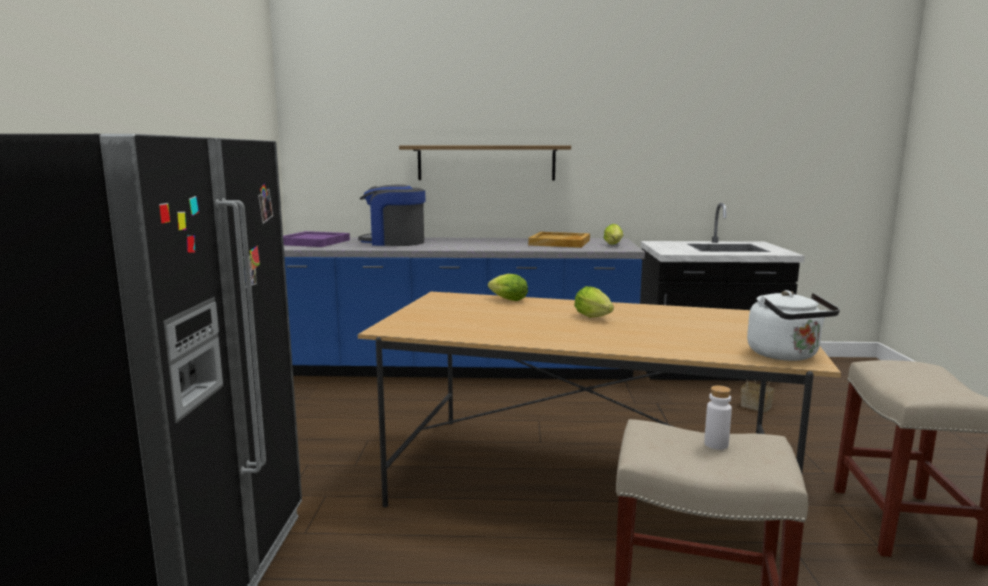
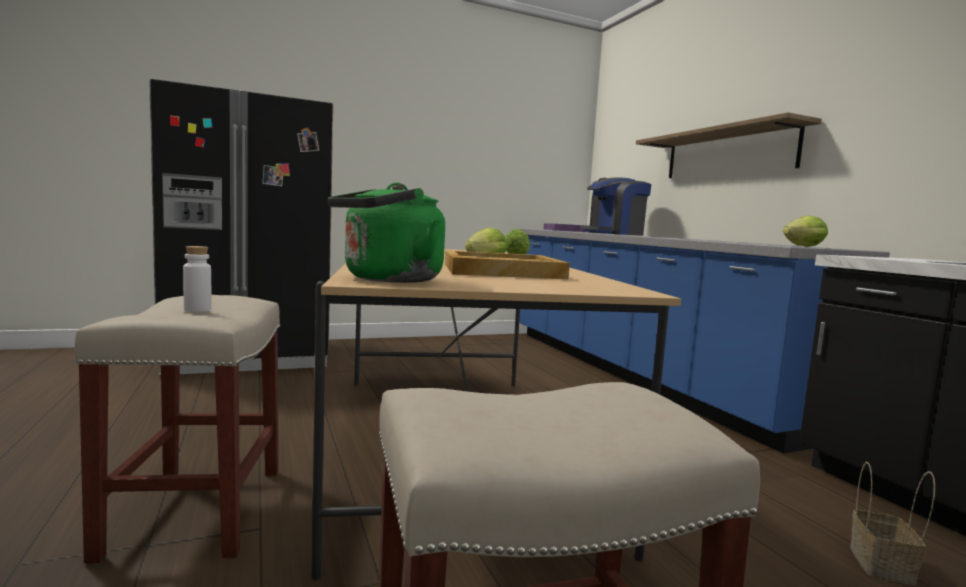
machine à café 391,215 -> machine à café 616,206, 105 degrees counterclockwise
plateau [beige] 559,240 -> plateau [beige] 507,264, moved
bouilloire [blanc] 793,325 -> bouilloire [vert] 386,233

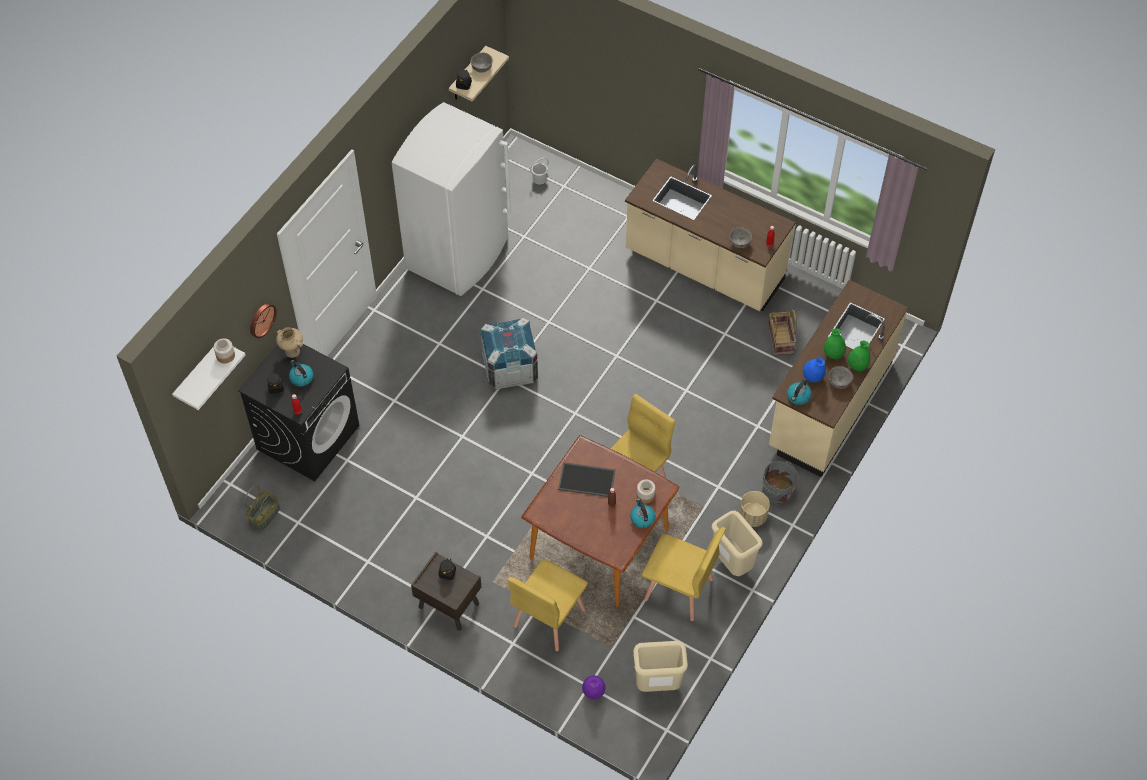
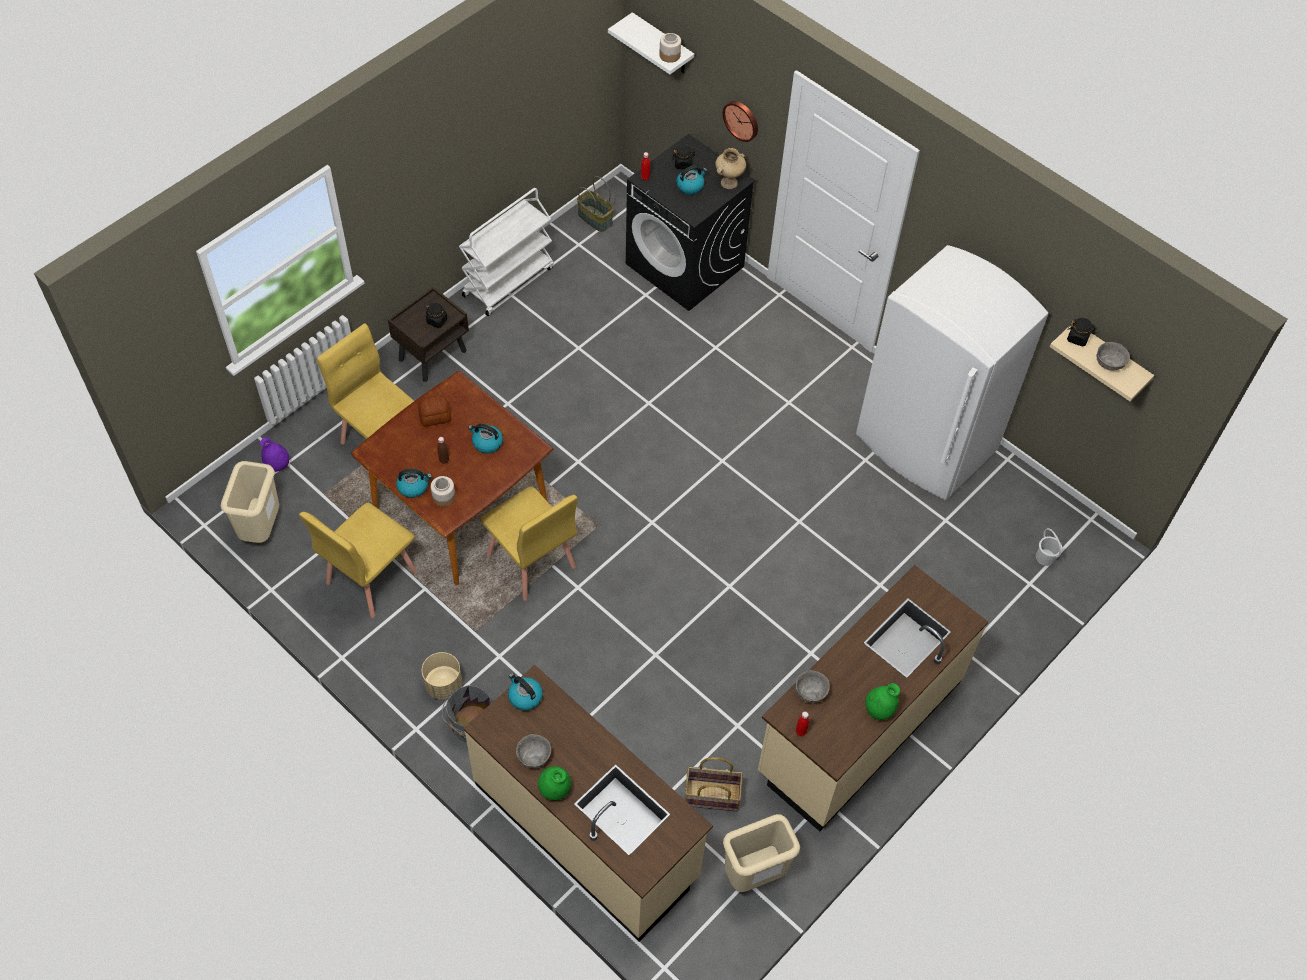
caisse 509,354 -> none
plateau 587,479 -> bouilloire 485,439
poubelle [beige] 737,543 -> poubelle [beige] 761,853, moved
vase [bleu] 814,370 -> none
vase [vert] 835,343 -> vase [vert] 883,701, moved
none -> pain 434,410
none -> chariot [blanc] 506,252

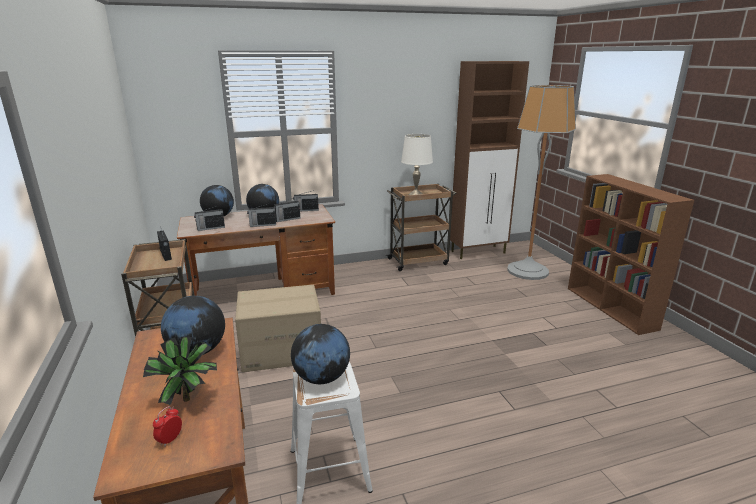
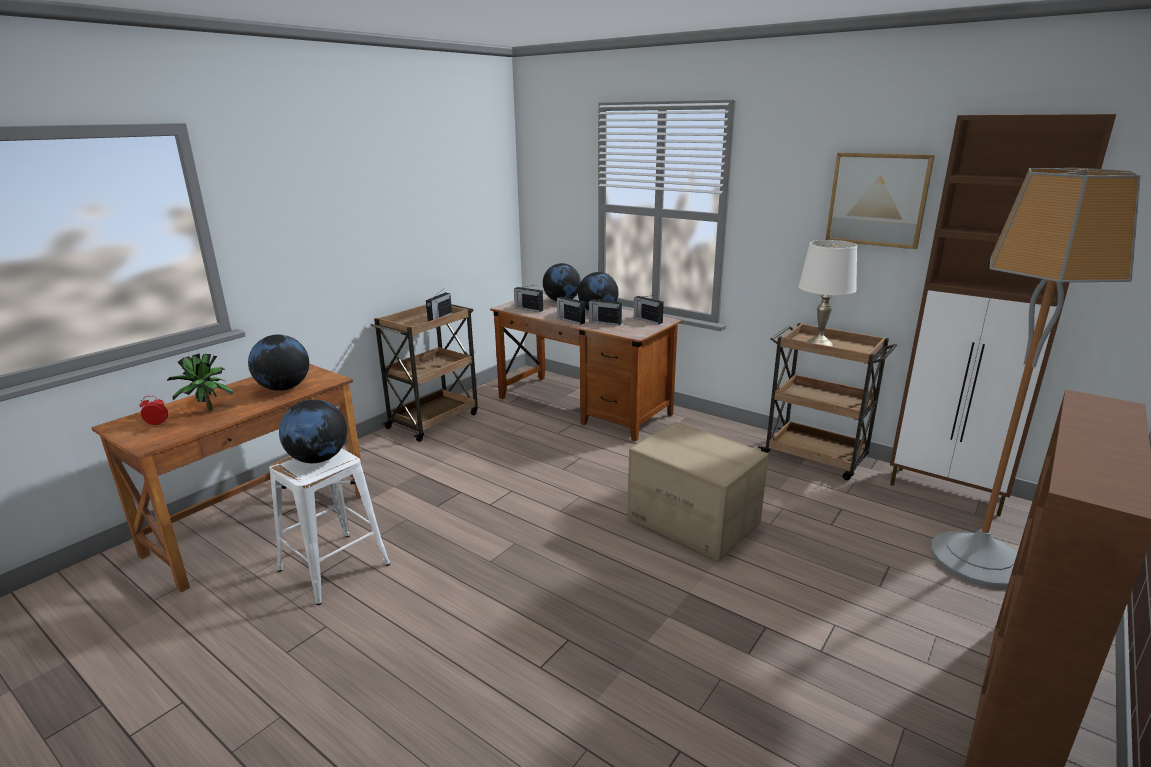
carton 278,328 -> carton 698,491, moved
none -> tableau 880,201

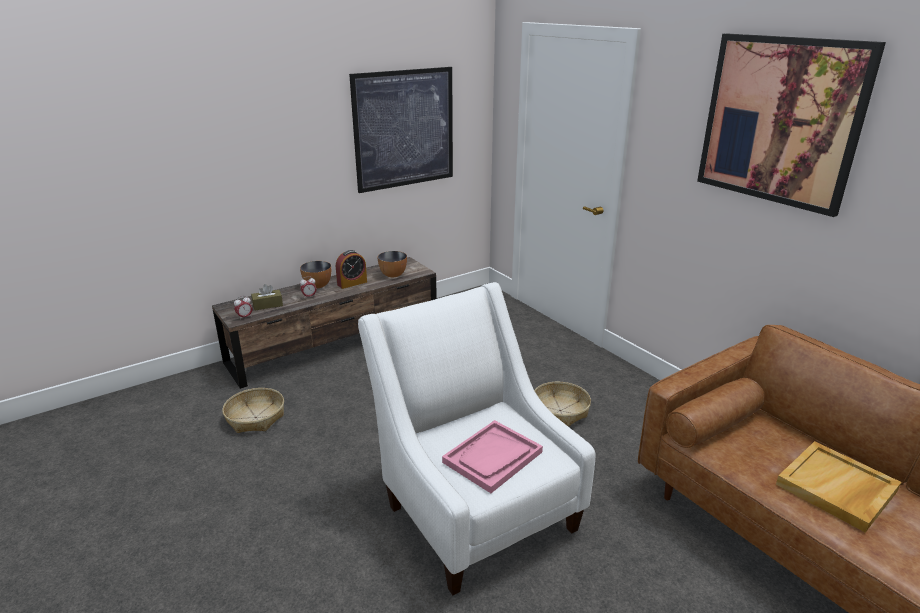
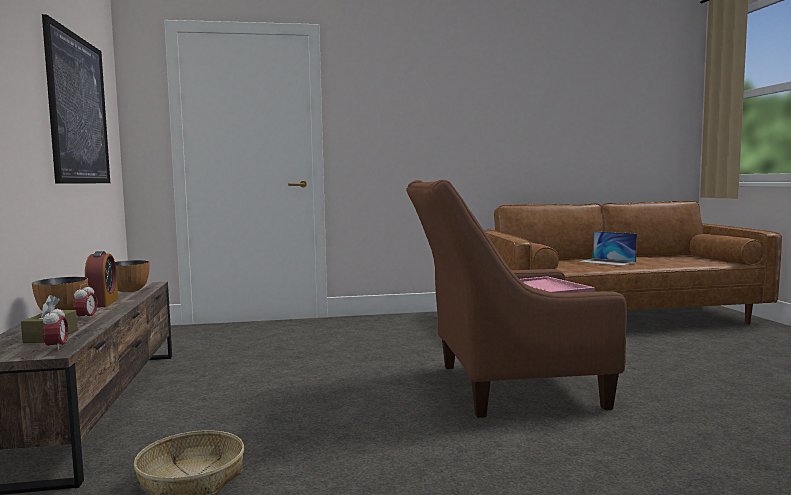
fauteuil [blanc] 476,438 -> fauteuil [marron] 516,299
panier 562,404 -> none
tableau 791,125 -> none
plateau [beige] 838,487 -> ordinateur portable 608,248

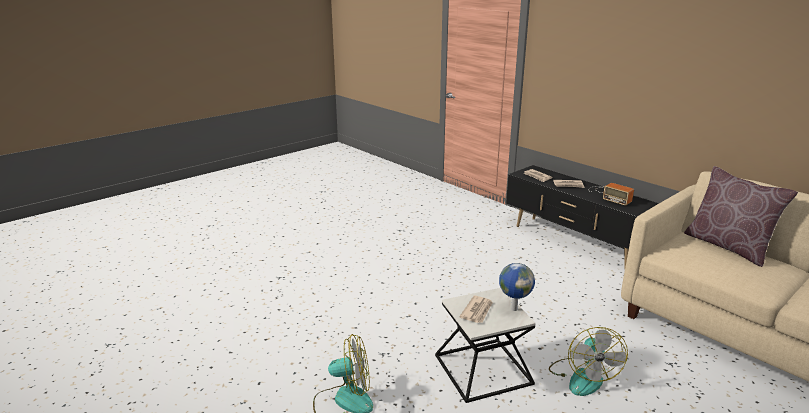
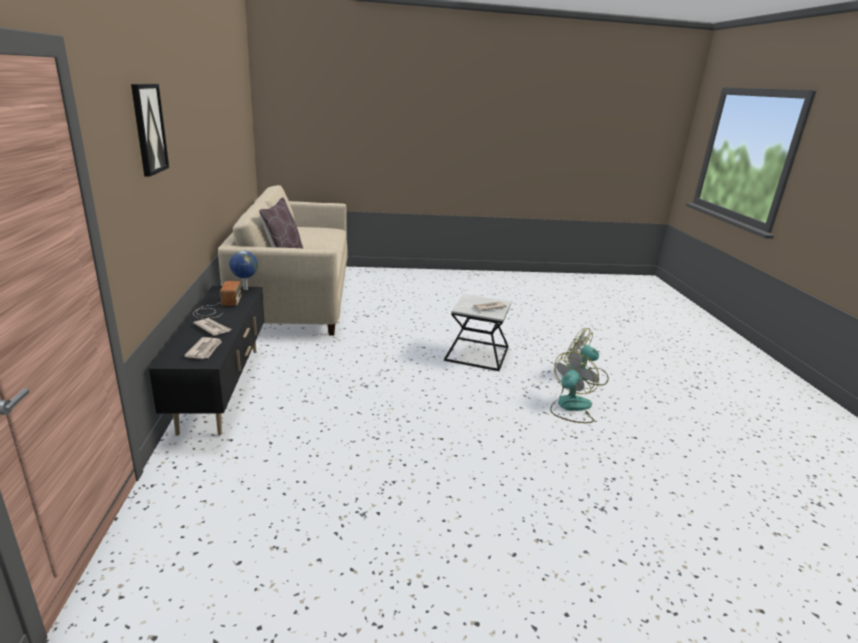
globe 517,287 -> globe 243,270, moved
ventilateur 588,361 -> ventilateur 574,387, moved
none -> tableau 150,130

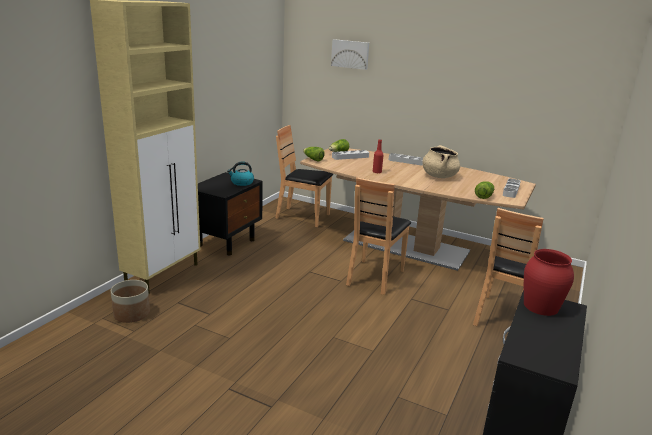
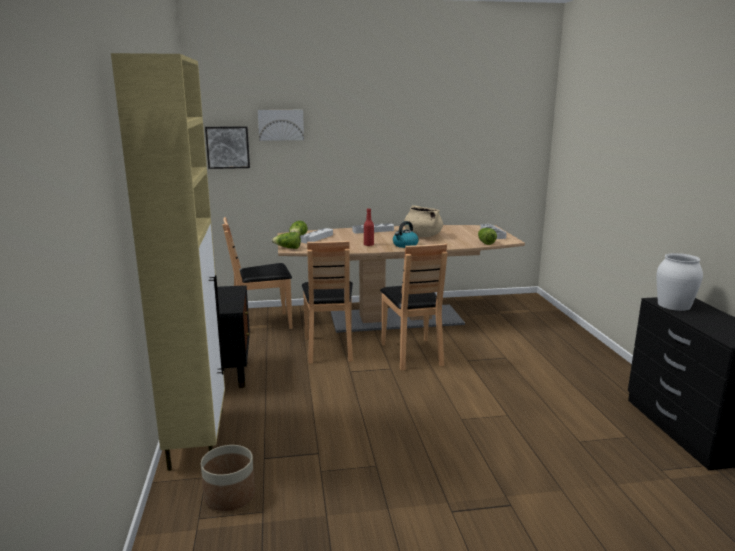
bouilloire 240,174 -> bouilloire 406,234, moved
chaise [marron] 508,267 -> chaise [marron] 327,302, moved
vase [rouge] 549,282 -> vase [blanc] 680,282
none -> tableau 227,147

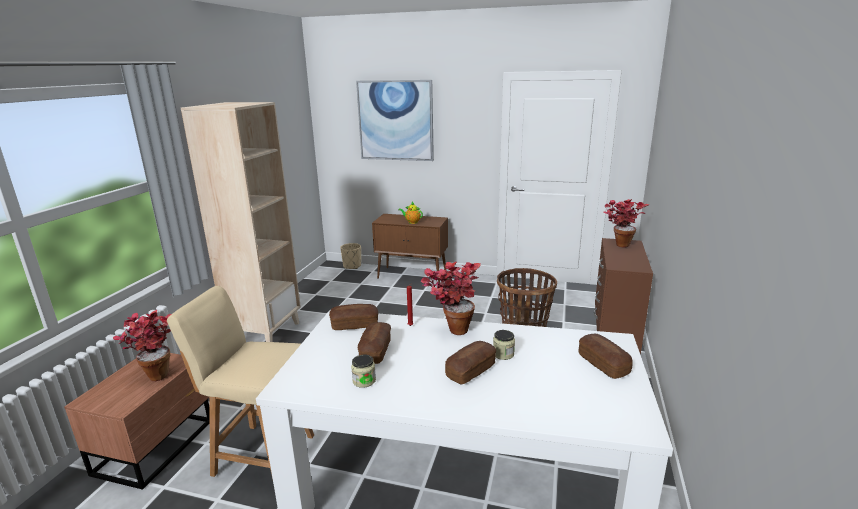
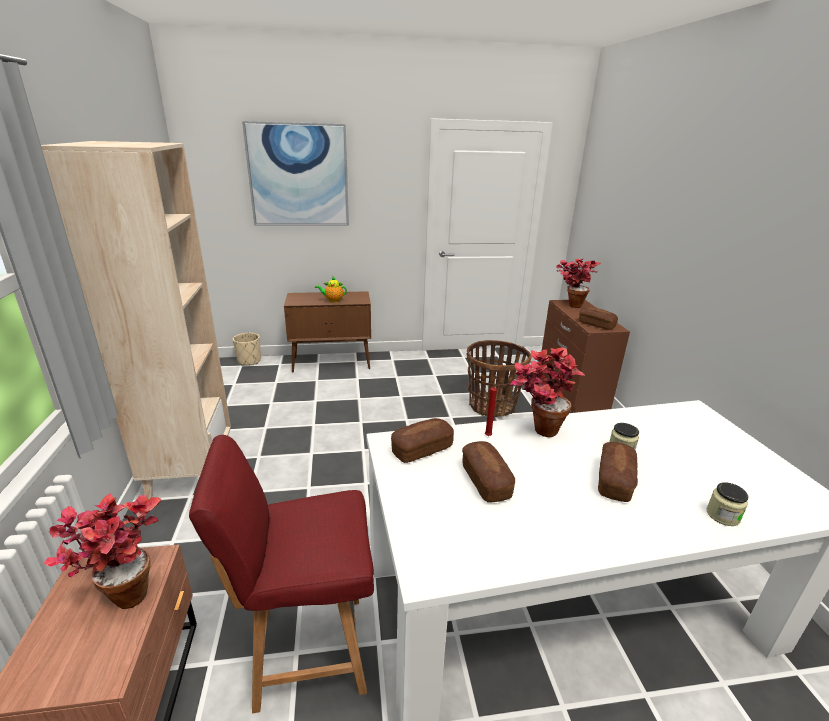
chaise [beige] 240,382 -> chaise [rouge] 281,574
bocal 363,371 -> bocal 727,504, moved
pain 605,356 -> pain 598,318, moved

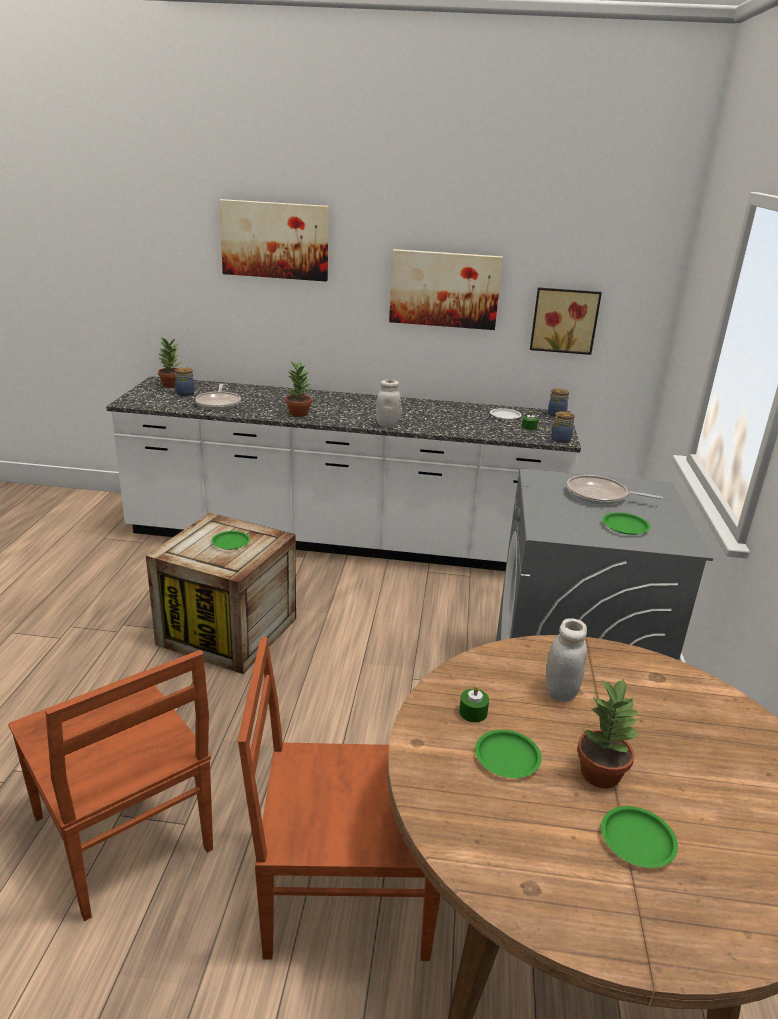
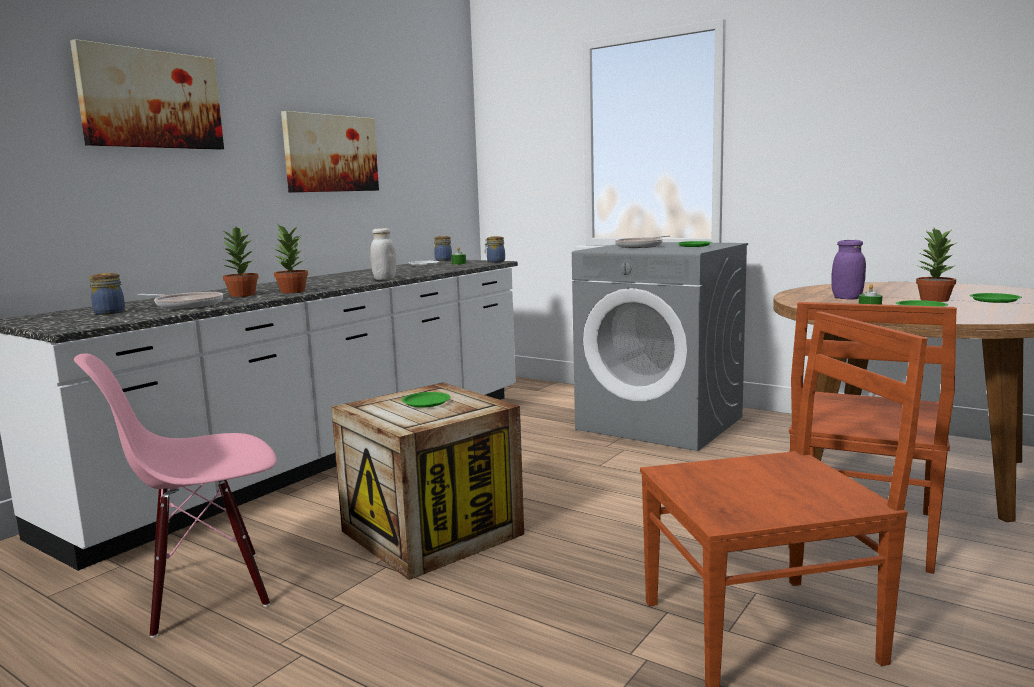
plante en pot 169,362 -> plante en pot 241,262, moved
tableau 566,321 -> none
bocal [blanc] 566,660 -> bocal [violet] 848,269
none -> chaise [rose] 175,496

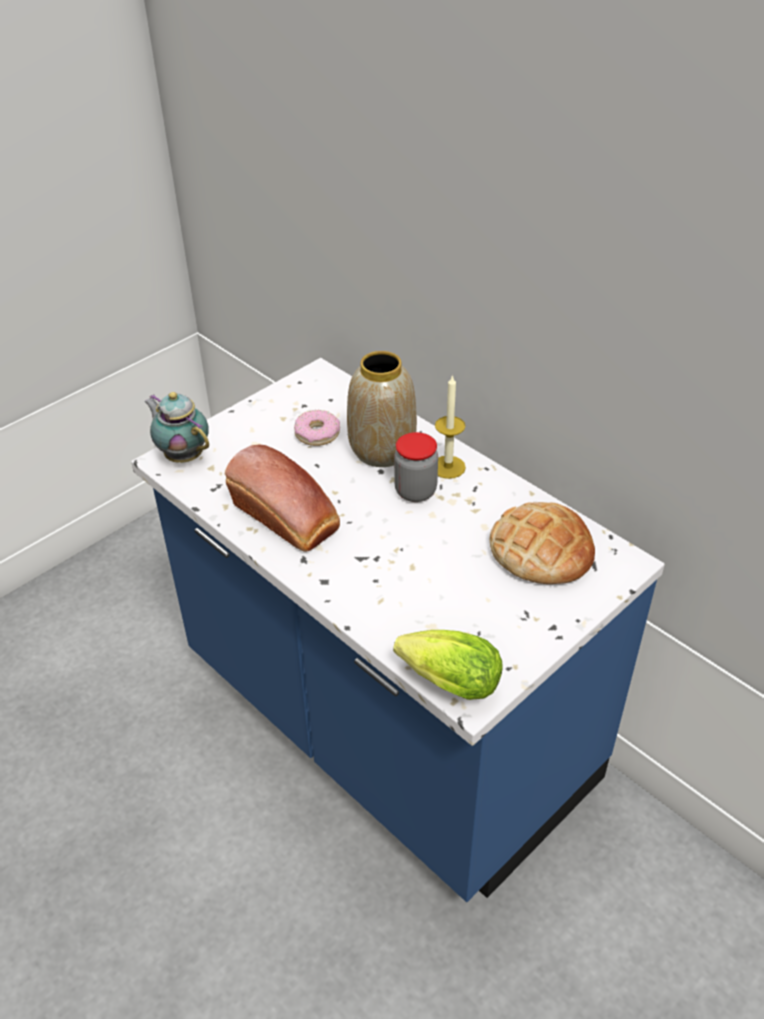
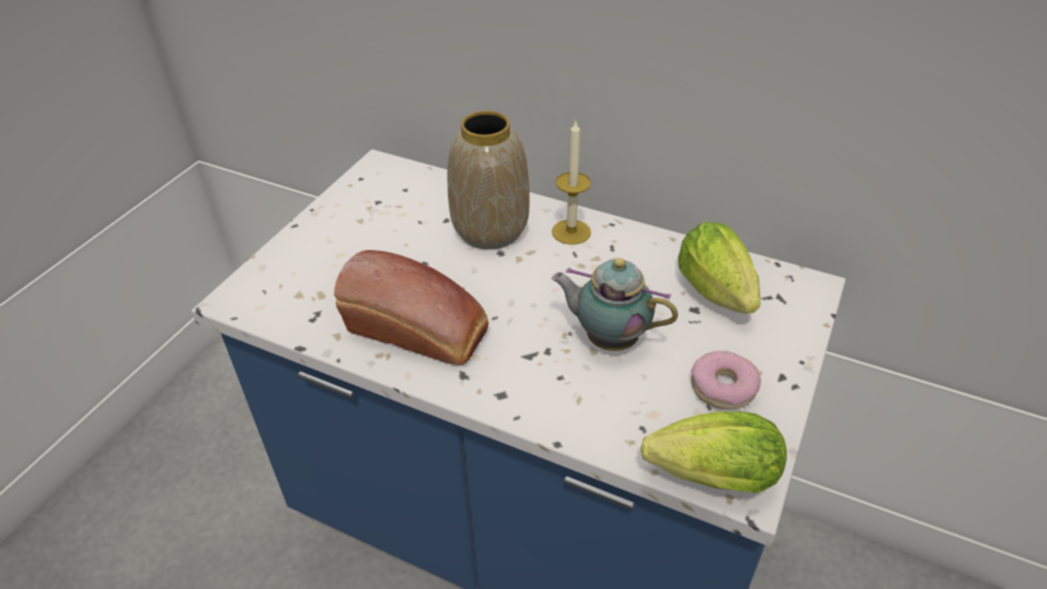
théière 176,427 -> théière 614,304, moved
beignet 317,428 -> beignet 726,380, moved
bocal 416,467 -> none
pain 542,543 -> laitue 719,268

